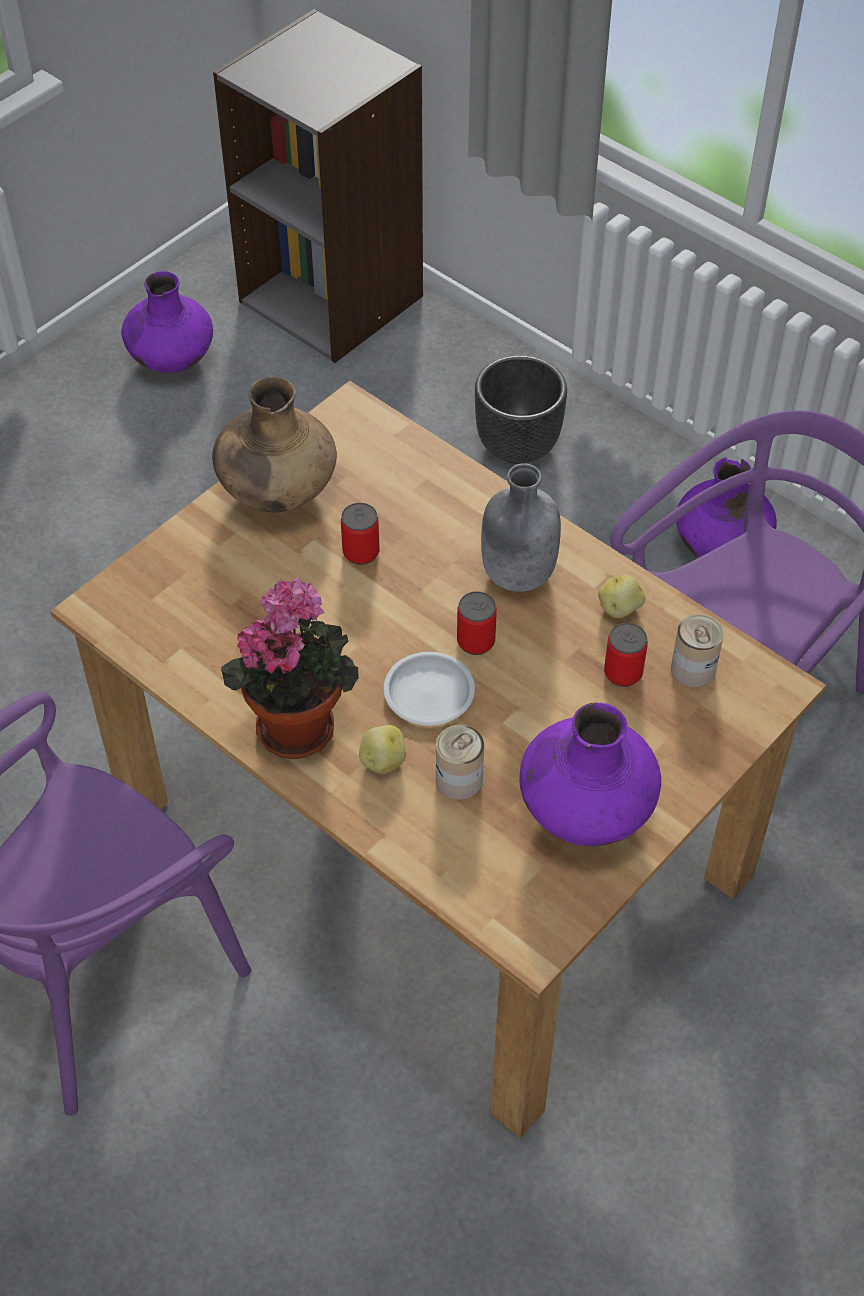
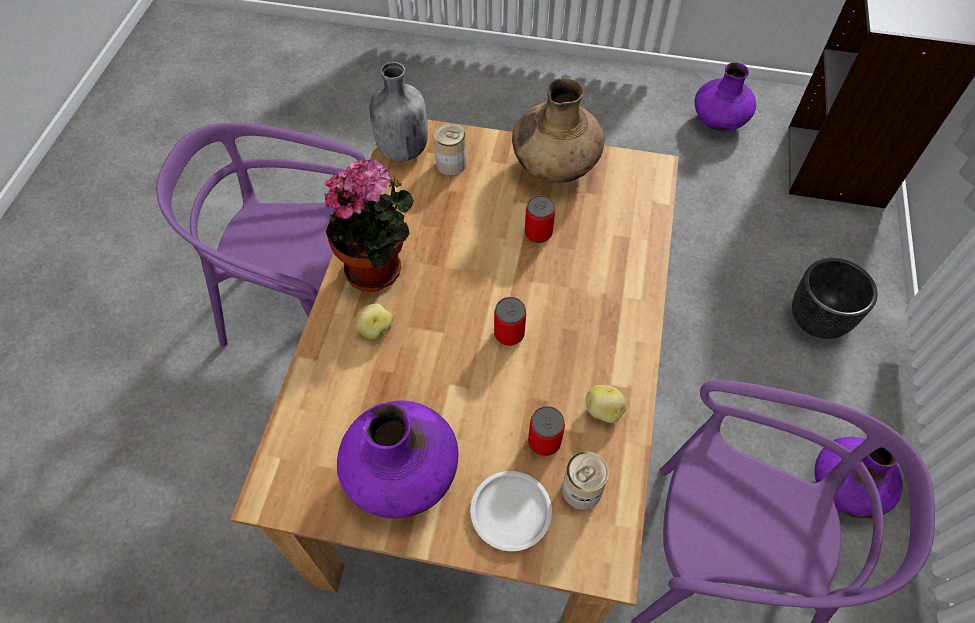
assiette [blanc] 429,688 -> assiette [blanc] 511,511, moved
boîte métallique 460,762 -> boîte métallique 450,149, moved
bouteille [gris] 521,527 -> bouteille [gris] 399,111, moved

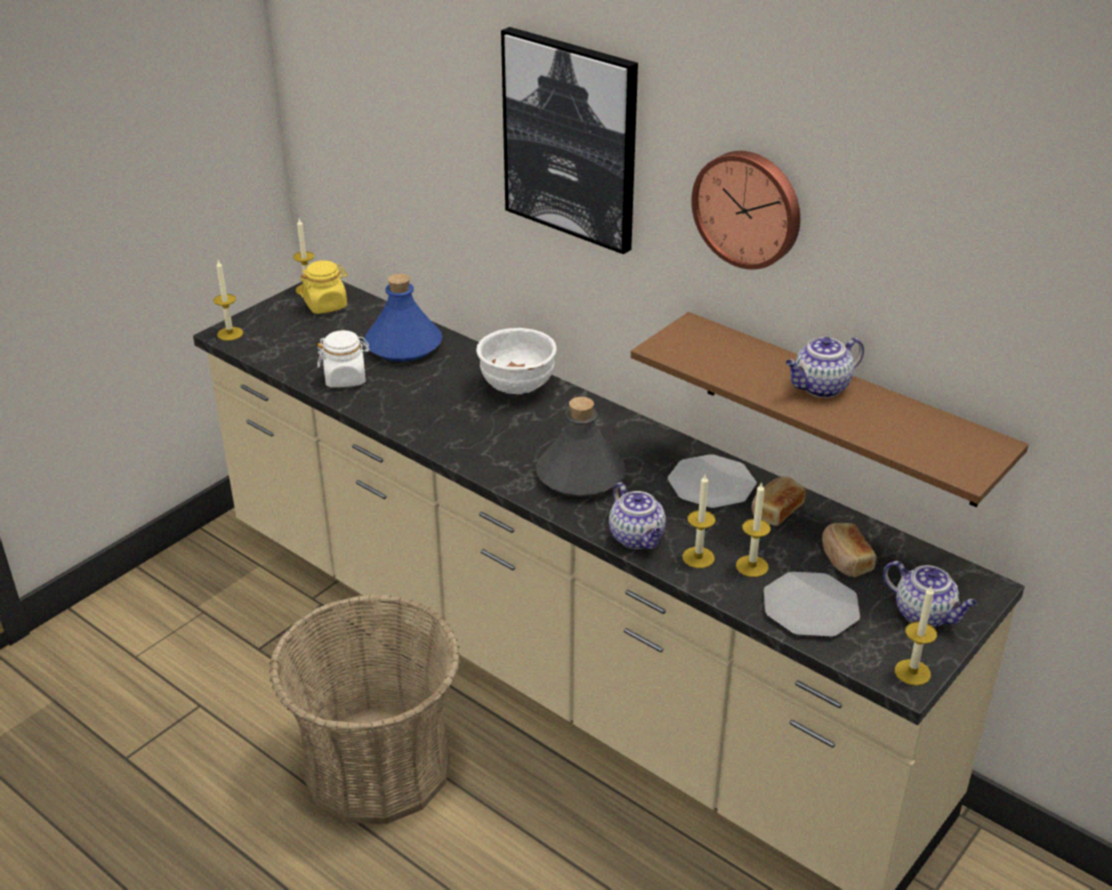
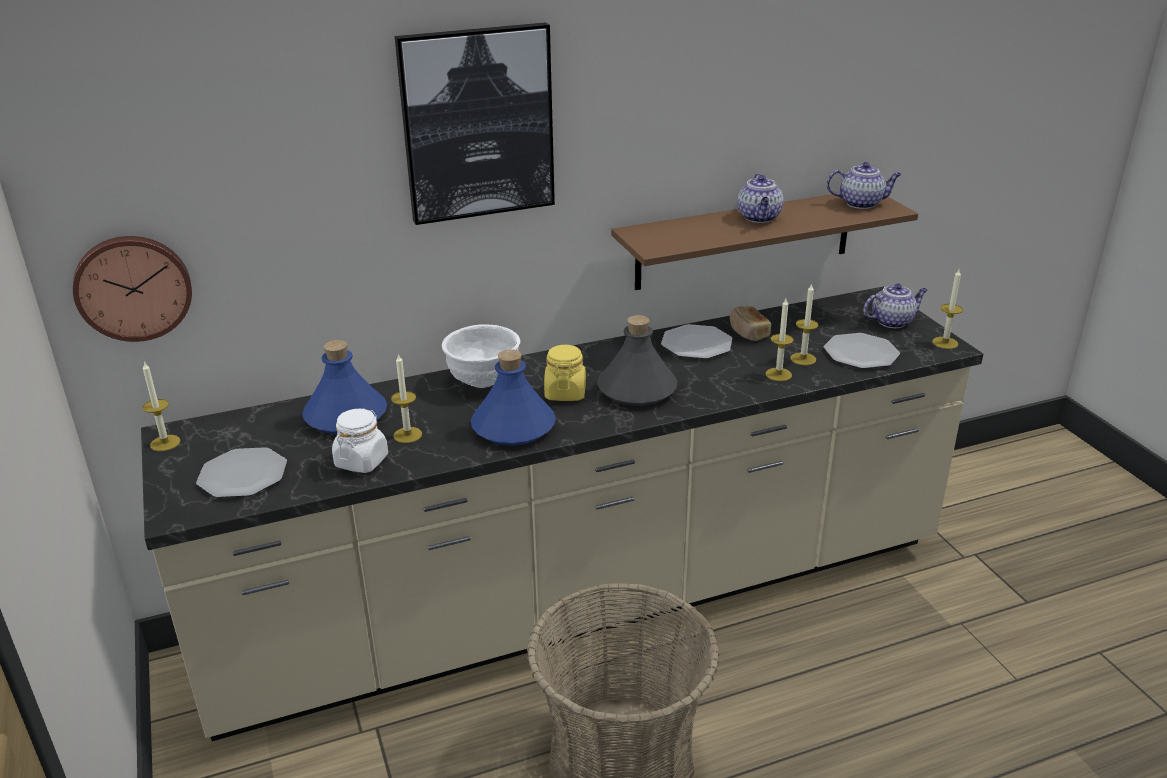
bougie 228,300 -> bougie 406,398, moved
bocal [jaune] 324,287 -> bocal [jaune] 565,373, moved
théière 637,515 -> théière 864,185, moved
horloge murale 745,210 -> horloge murale 132,289, moved
pain 849,550 -> none
none -> assiette 241,472
none -> bouteille [bleu] 513,397

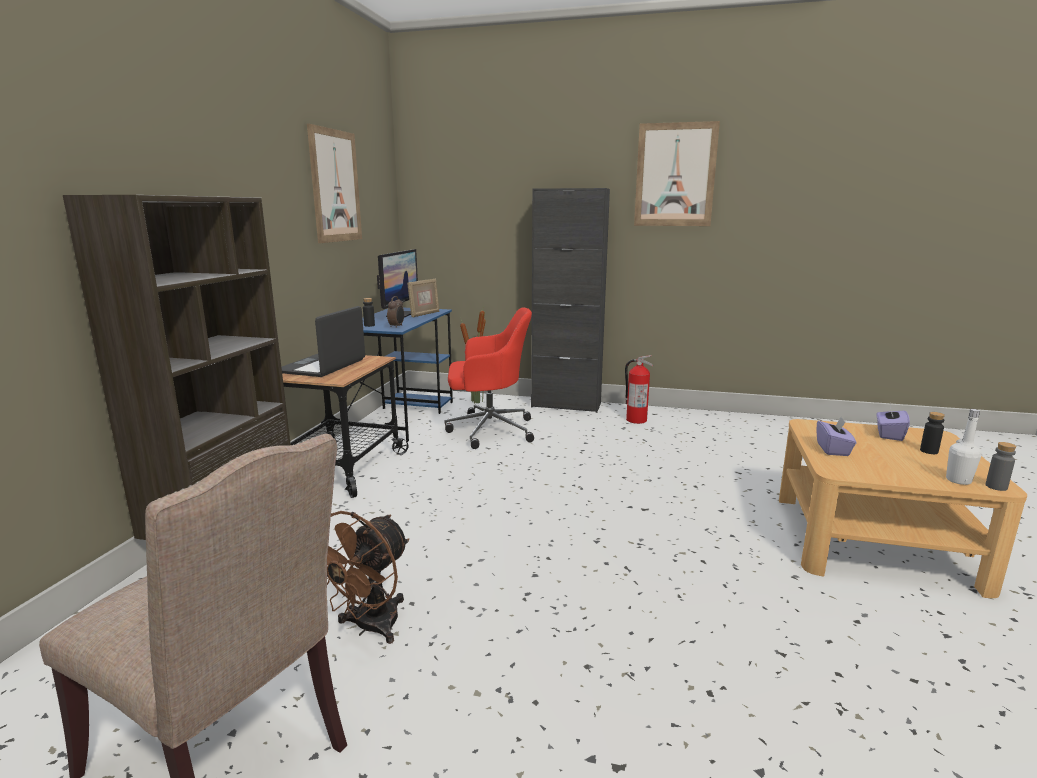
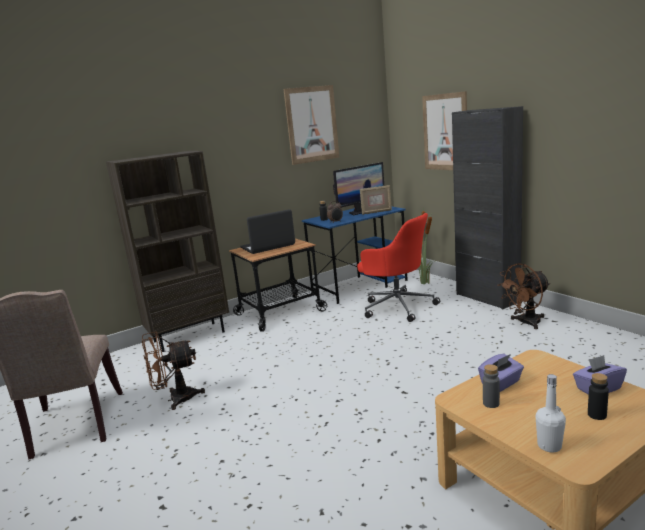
extincteur 639,389 -> ventilateur [marron] 523,296
tableau 677,173 -> tableau 444,130, moved
bouteille [gris] 1001,466 -> bouteille [gris] 491,386, moved

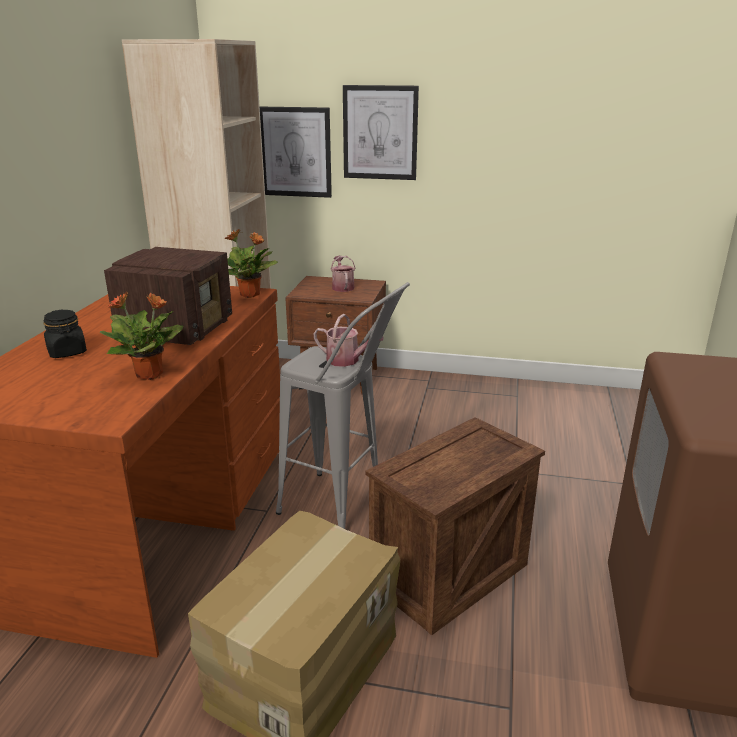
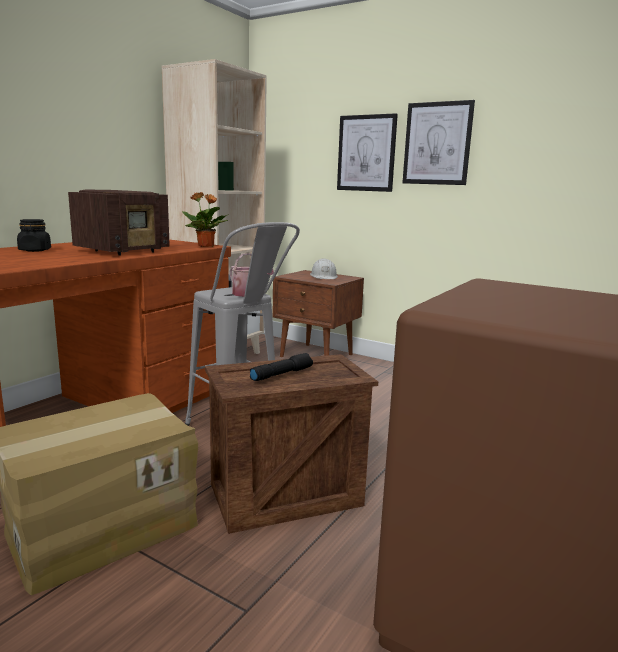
plante en pot 141,336 -> none
tableau 296,152 -> tableau 438,142, moved
arrosoir 343,274 -> casque de chantier [blanc] 324,268
none -> lampe de poche [noir] 281,367

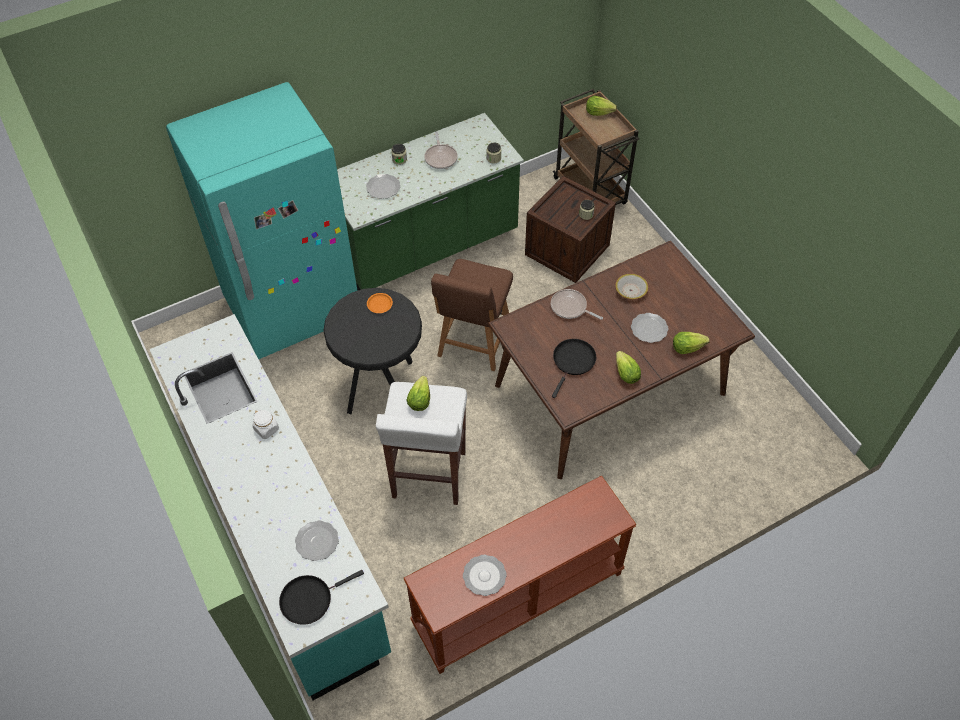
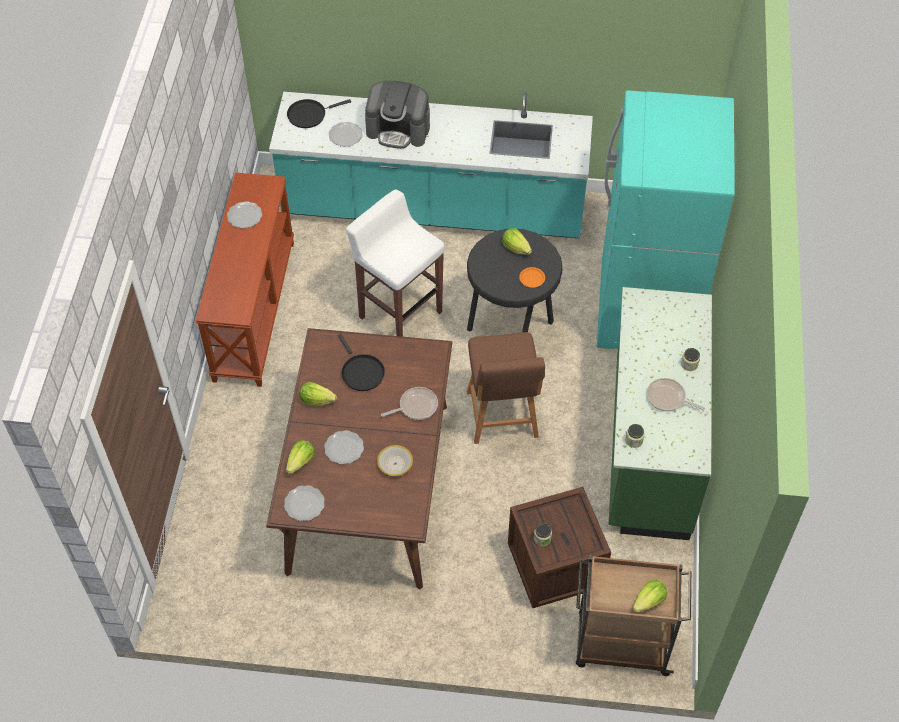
bocal [blanc] 266,424 -> none
poêle [noir] 321,597 -> poêle [noir] 319,113, 120 degrees counterclockwise
assiette 383,186 -> assiette 304,503, moved
laitue 418,393 -> laitue 517,241, moved
chaise [marron] 472,315 -> chaise [marron] 506,388, 150 degrees counterclockwise
none -> machine à café 397,115

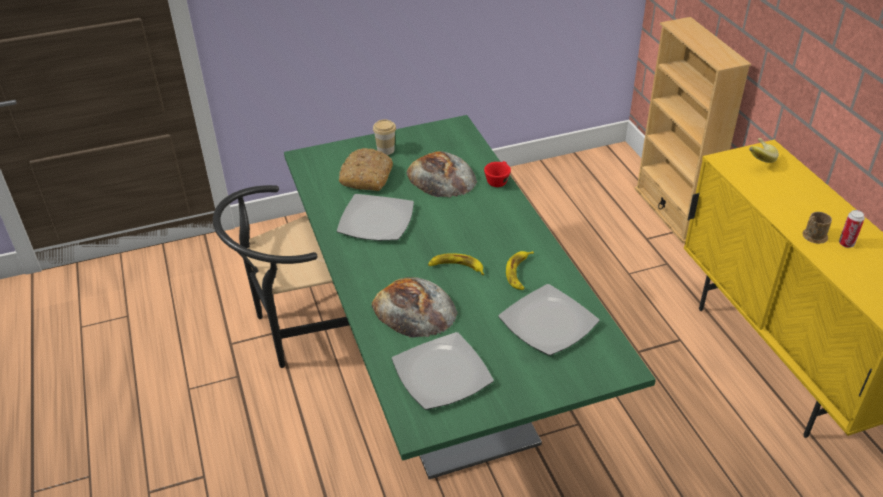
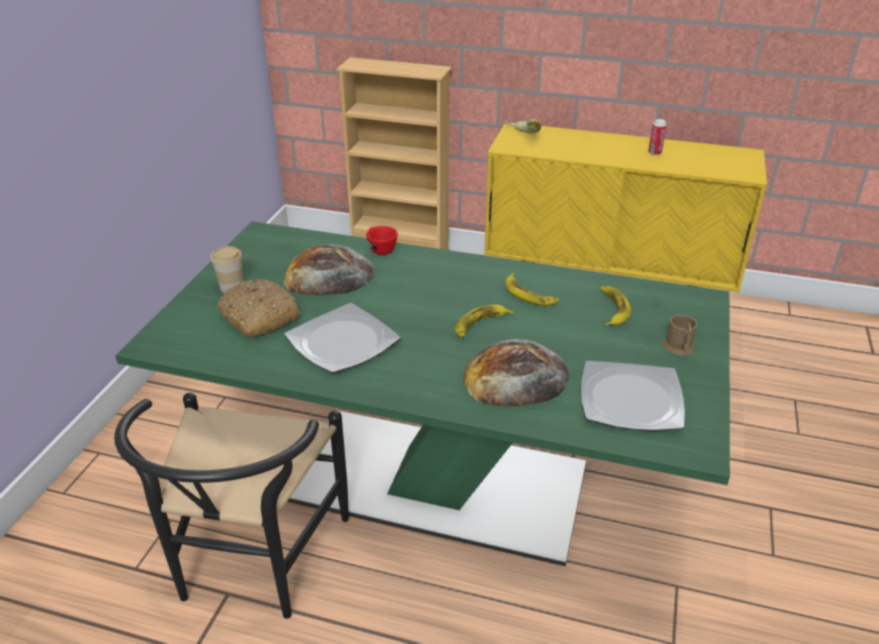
assiette 549,319 -> banane 615,306
mug [marron] 817,228 -> mug [marron] 680,335, moved

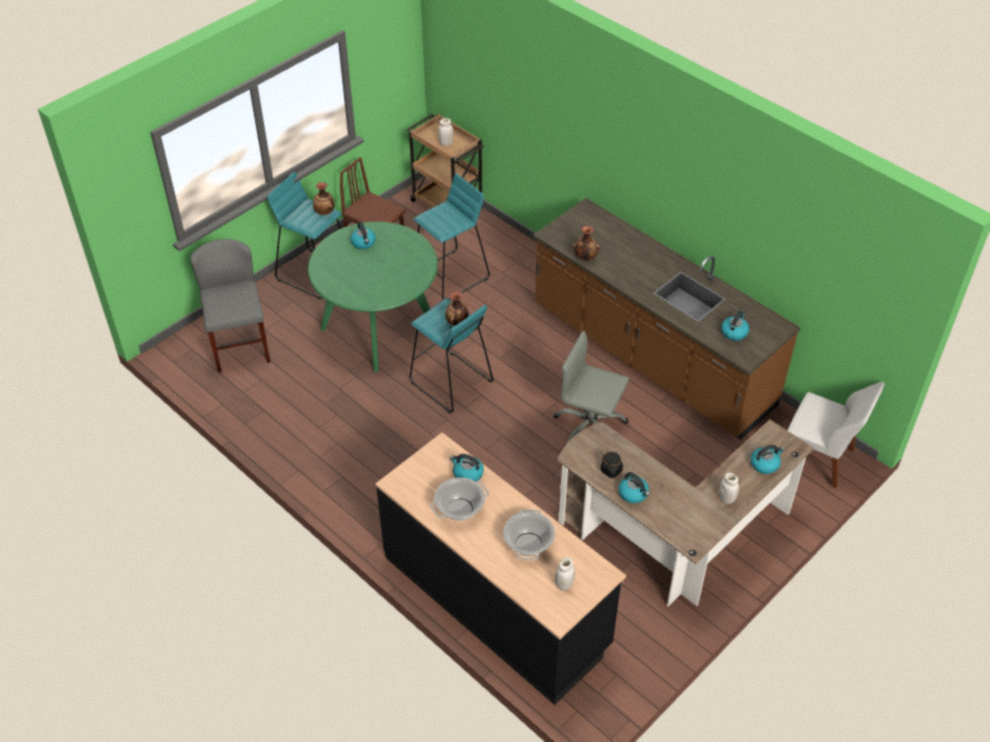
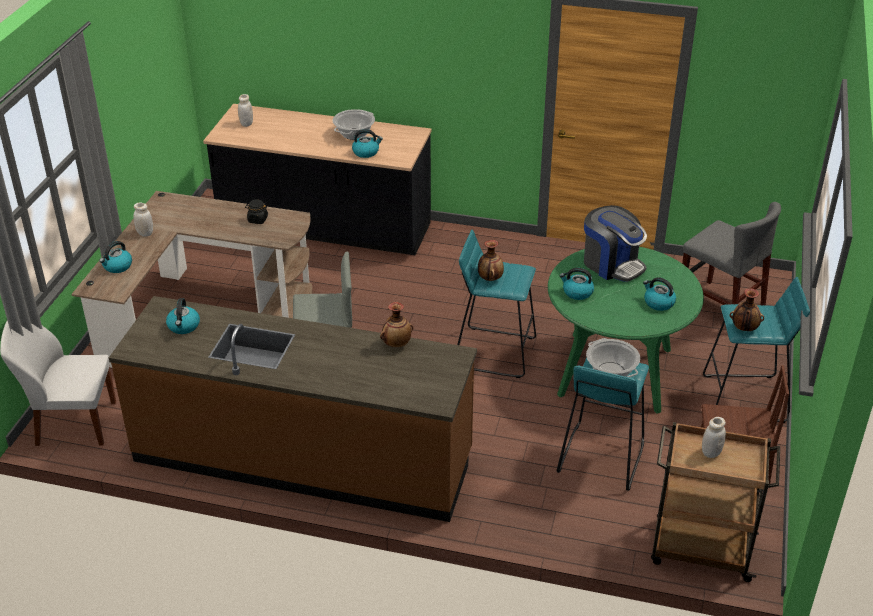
marmite 529,534 -> marmite 613,357, moved
bouilloire 634,487 -> bouilloire 576,284, moved
none -> machine à café 615,243

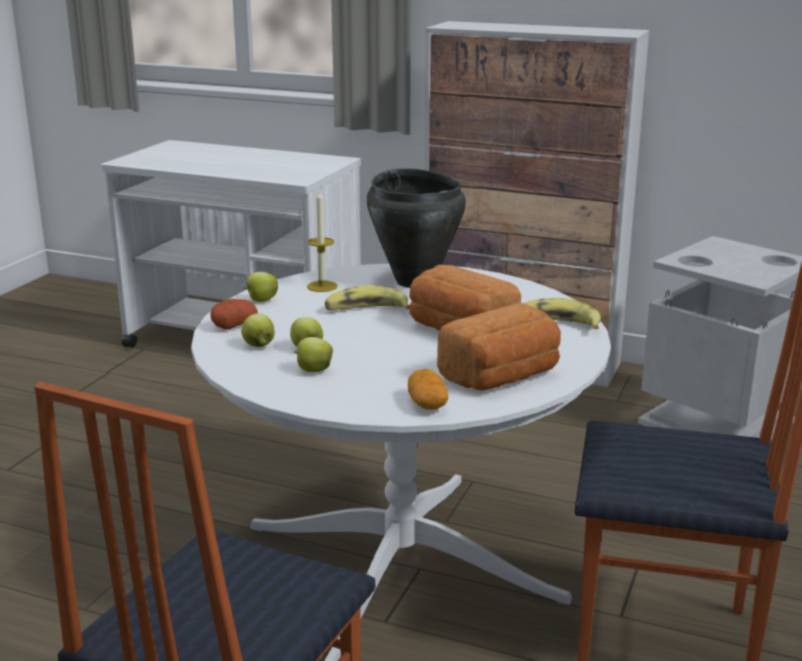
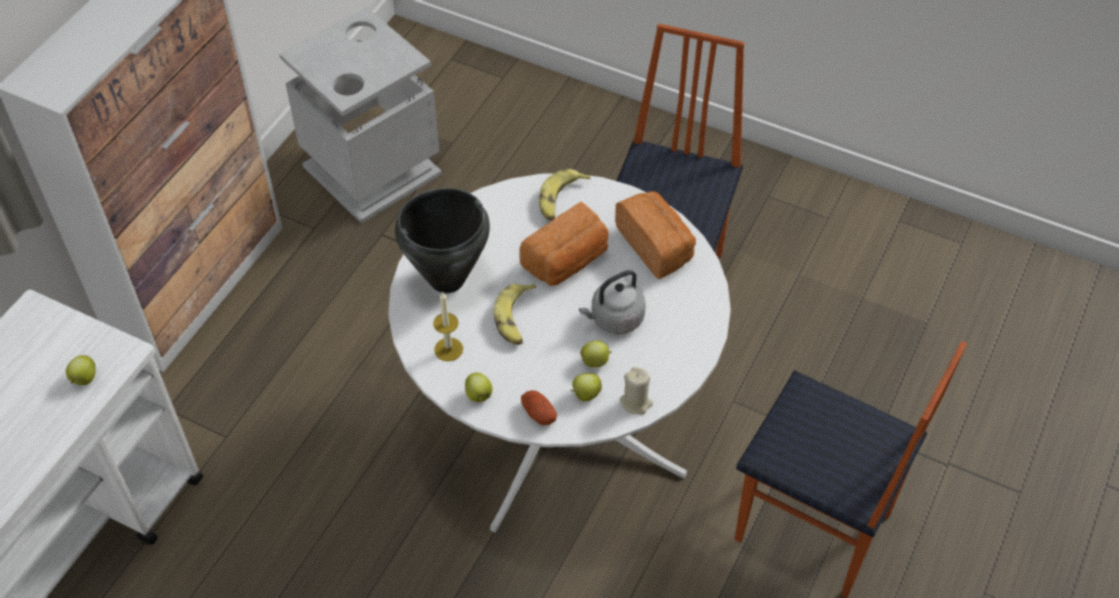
pomme 313,354 -> pomme 81,370, moved
pomme de terre 428,389 -> none
none -> bouilloire [gris] 612,302
none -> bougie [beige] 636,390

